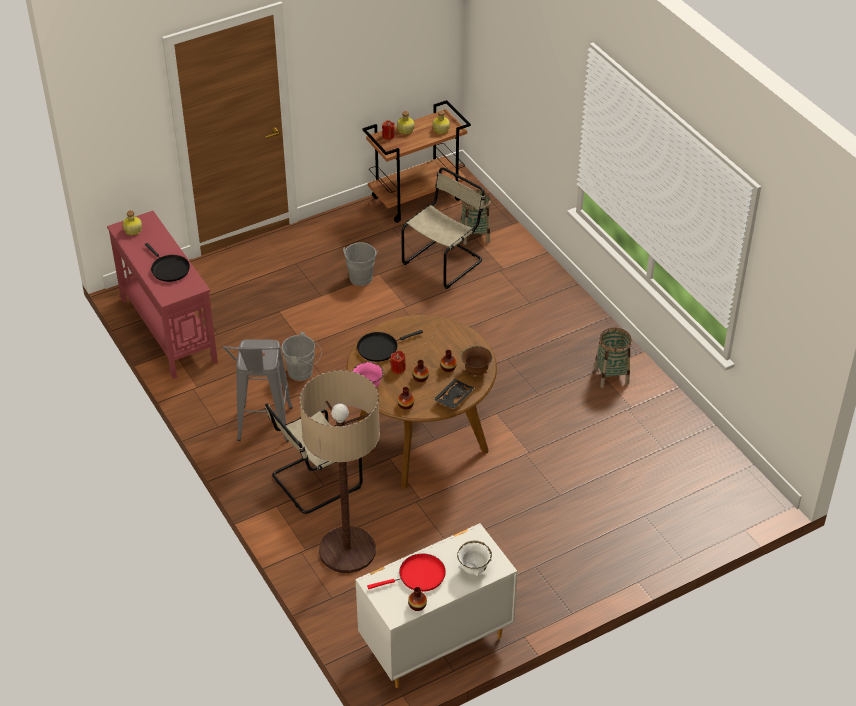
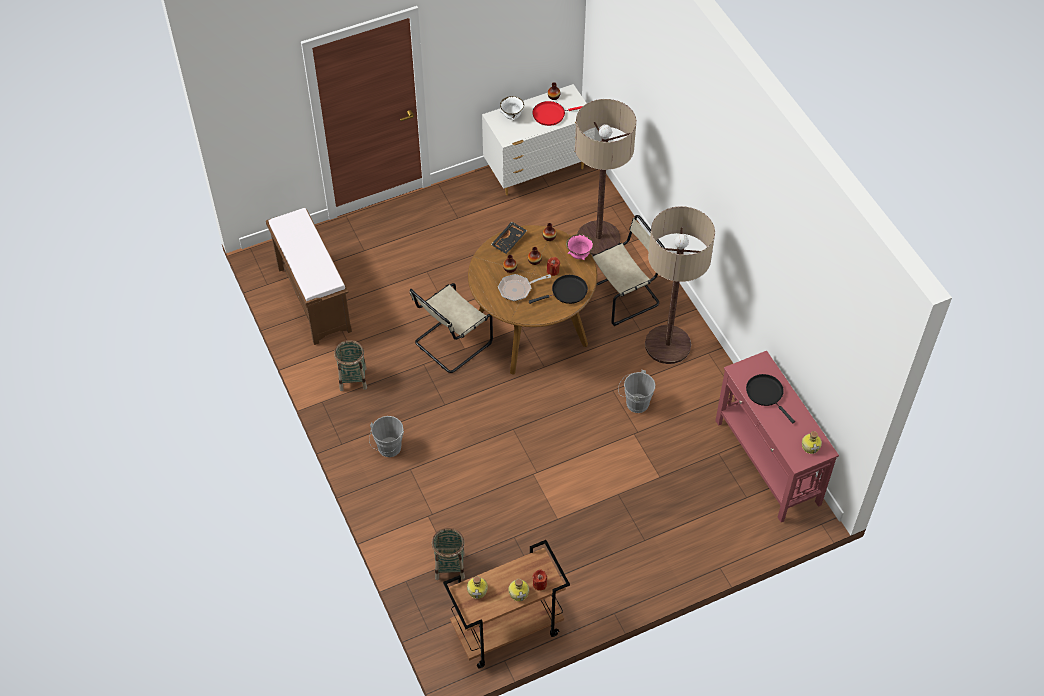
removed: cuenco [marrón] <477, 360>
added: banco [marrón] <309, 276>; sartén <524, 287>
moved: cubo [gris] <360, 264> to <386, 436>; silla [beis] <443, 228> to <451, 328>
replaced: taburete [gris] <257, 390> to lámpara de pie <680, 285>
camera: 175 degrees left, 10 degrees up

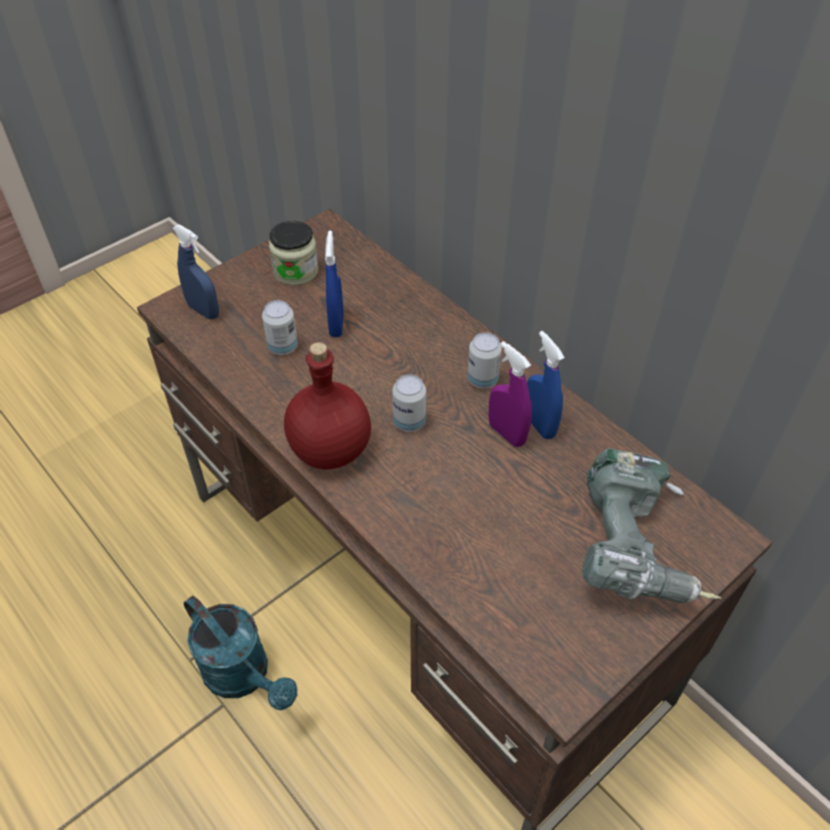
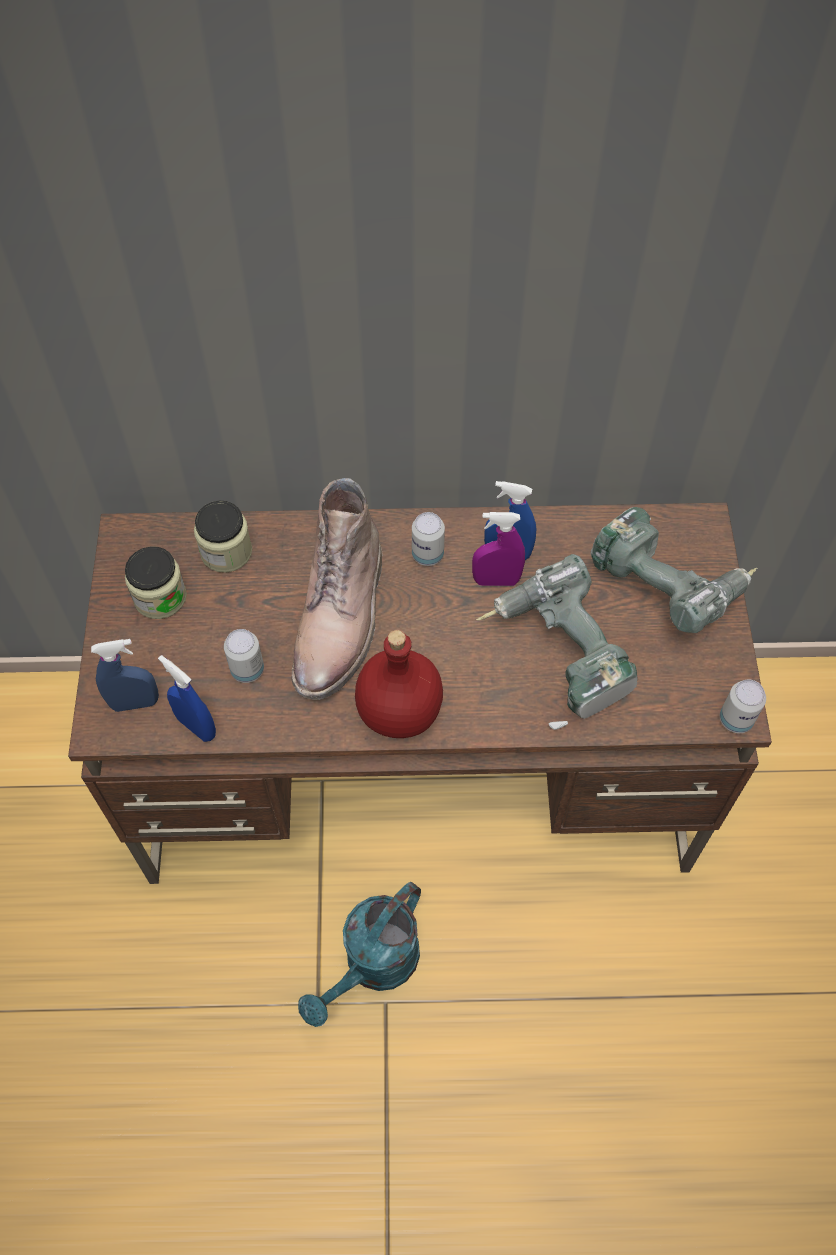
added: tarro <223, 537>; bota [marrón] <337, 589>; taladro <557, 642>
moved: pulverizador [azul] <334, 284> to <187, 698>; lata <409, 403> to <743, 706>
turned: regadera [turquesa] <240, 653> = <359, 954> 135 degrees clockwise
camera: 50 degrees left, 10 degrees up

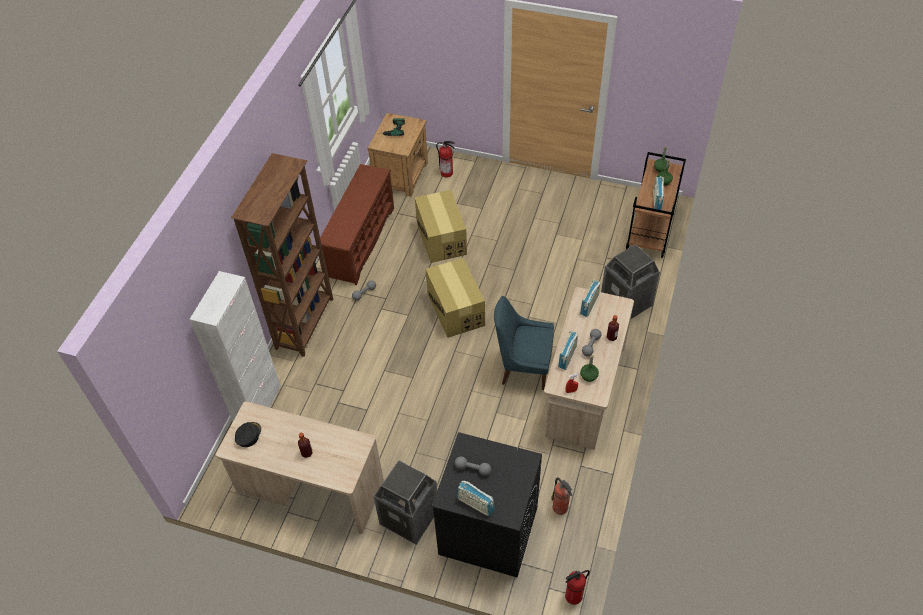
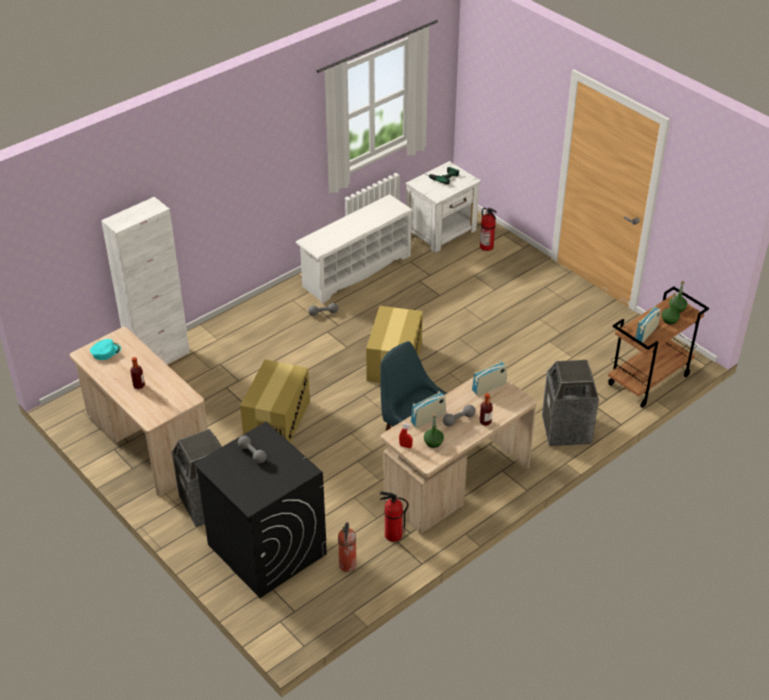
removed: estantería [marrón] <282, 255>; radio <476, 499>
moved: caja de cartón <441, 226> to <275, 401>; extintor <577, 587> to <394, 517>
recoloured: gorra [negro] <248, 434> to gorra [turquesa] <105, 349>; zapatero [marrón] <357, 224> to zapatero [blanco] <354, 249>; mesita de noche [marrón] <397, 155> to mesita de noche [blanco] <443, 207>
camera: 30 degrees right, 10 degrees down

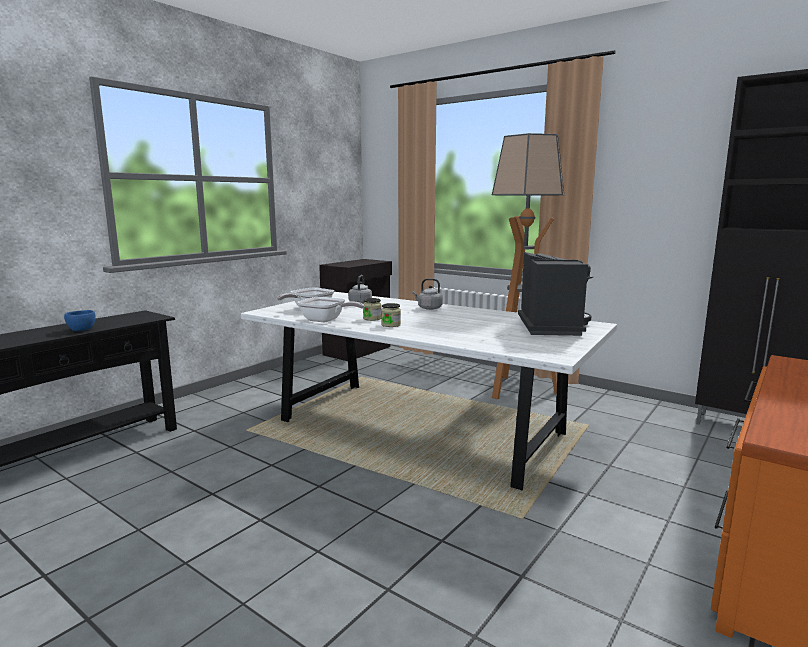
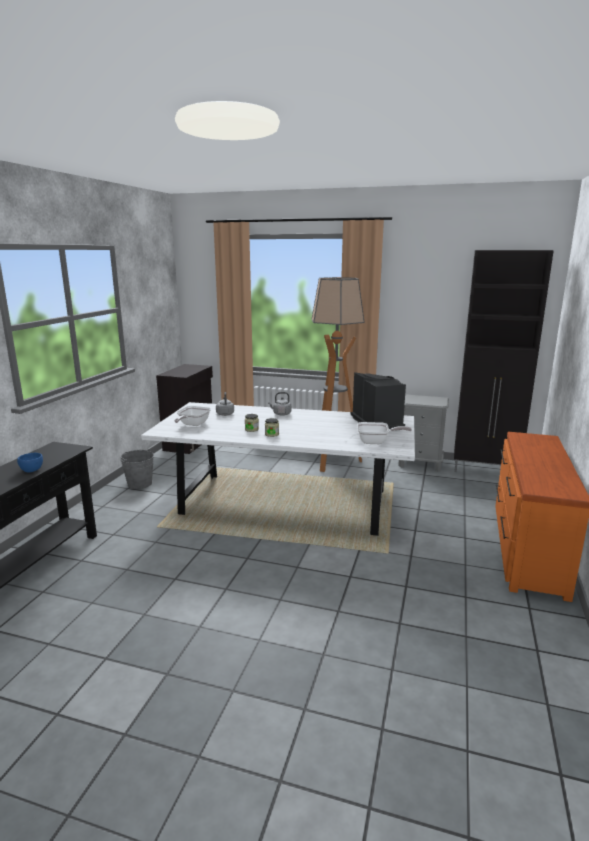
added: cubo [gris] <137, 469>; mesita de noche [gris] <423, 432>
moved: sartén <330, 309> to <384, 433>
camera: 20 degrees left, 5 degrees up

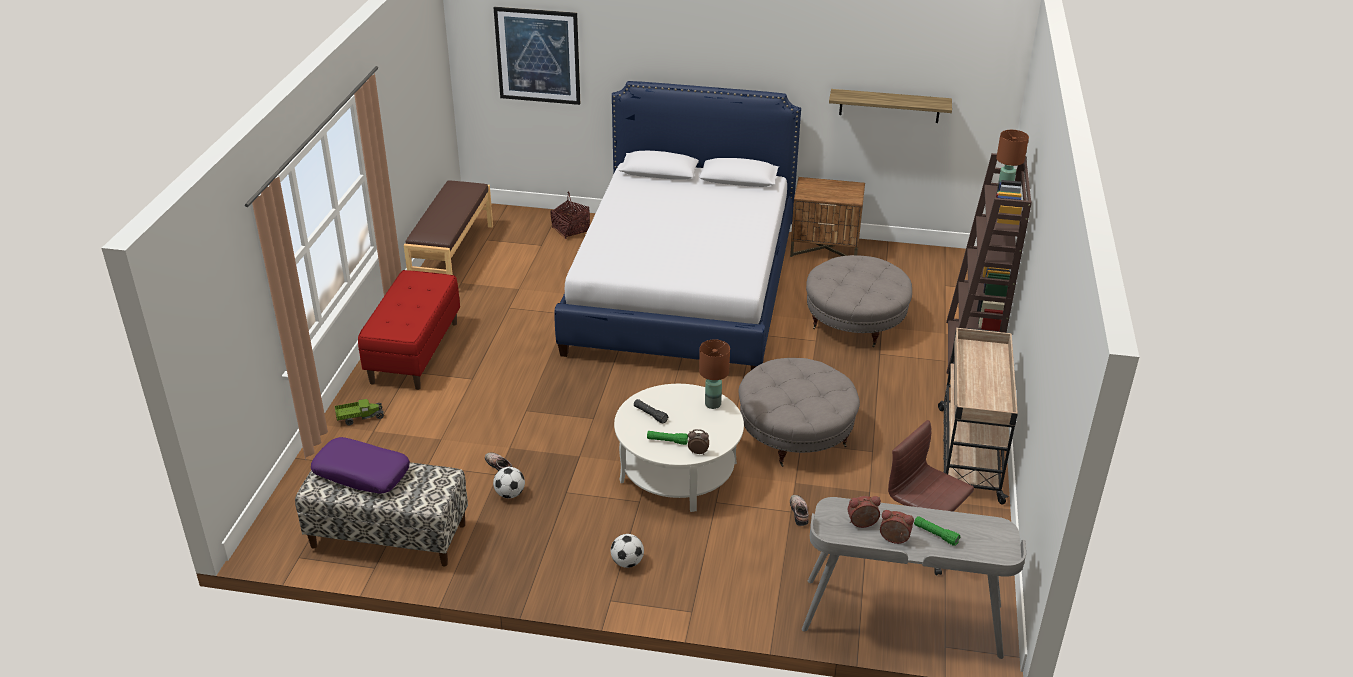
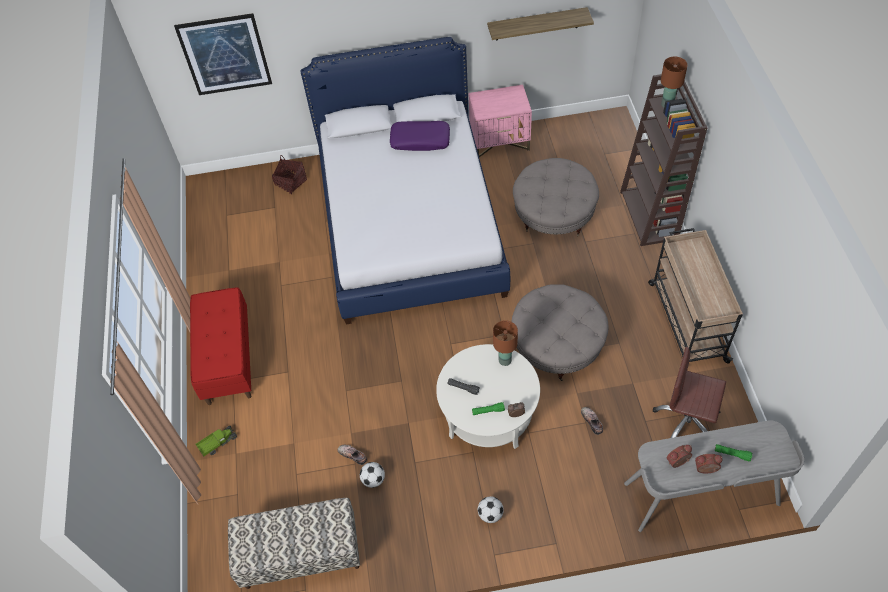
removed: banco [marrón] <448, 227>
moved: cojín [morado] <360, 465> to <420, 136>
recoloured: mesita de noche [marrón] <827, 217> to mesita de noche [rosa] <500, 121>
camera: 15 degrees left, 20 degrees up

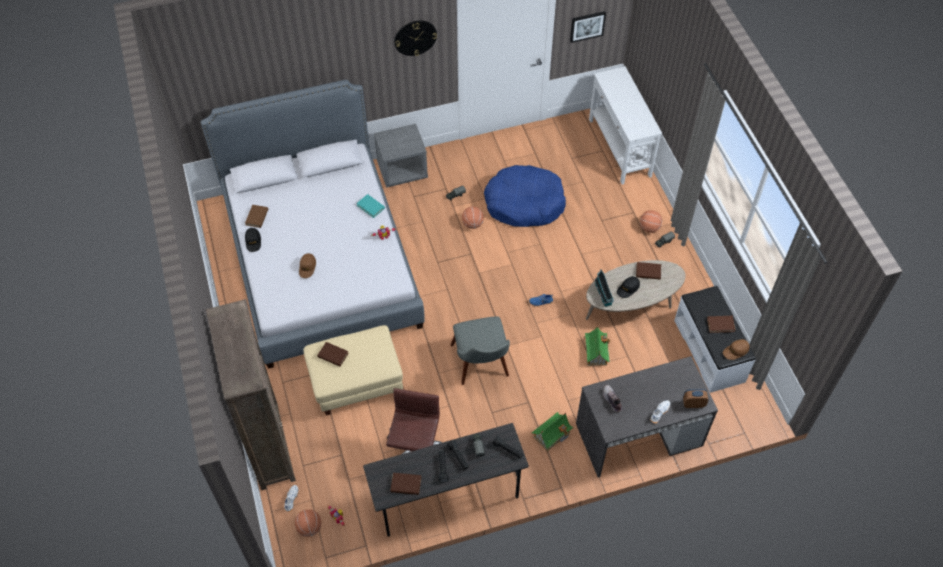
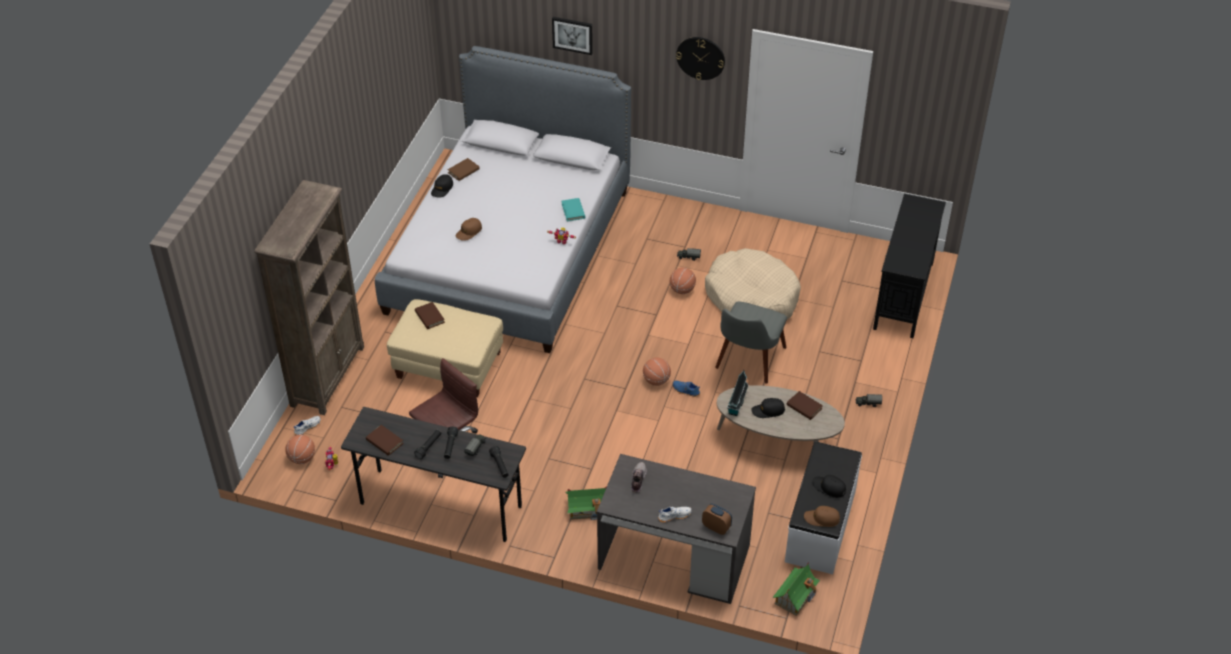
removed: mesita de noche [gris] <401, 156>
moved: silla [gris] <480, 350> to <751, 342>; cuadro <588, 27> to <572, 36>; casita <596, 345> to <796, 589>; balón de baloncesto <651, 221> to <657, 371>
replaced: libro [marrón] <721, 324> to gorra [negro] <829, 486>
recoloured: cama para perro [azul] <525, 196> to cama para perro [beis] <753, 284>; mesa consola [blanco] <625, 125> to mesa consola [negro] <909, 266>
camera: 35 degrees right, 10 degrees down

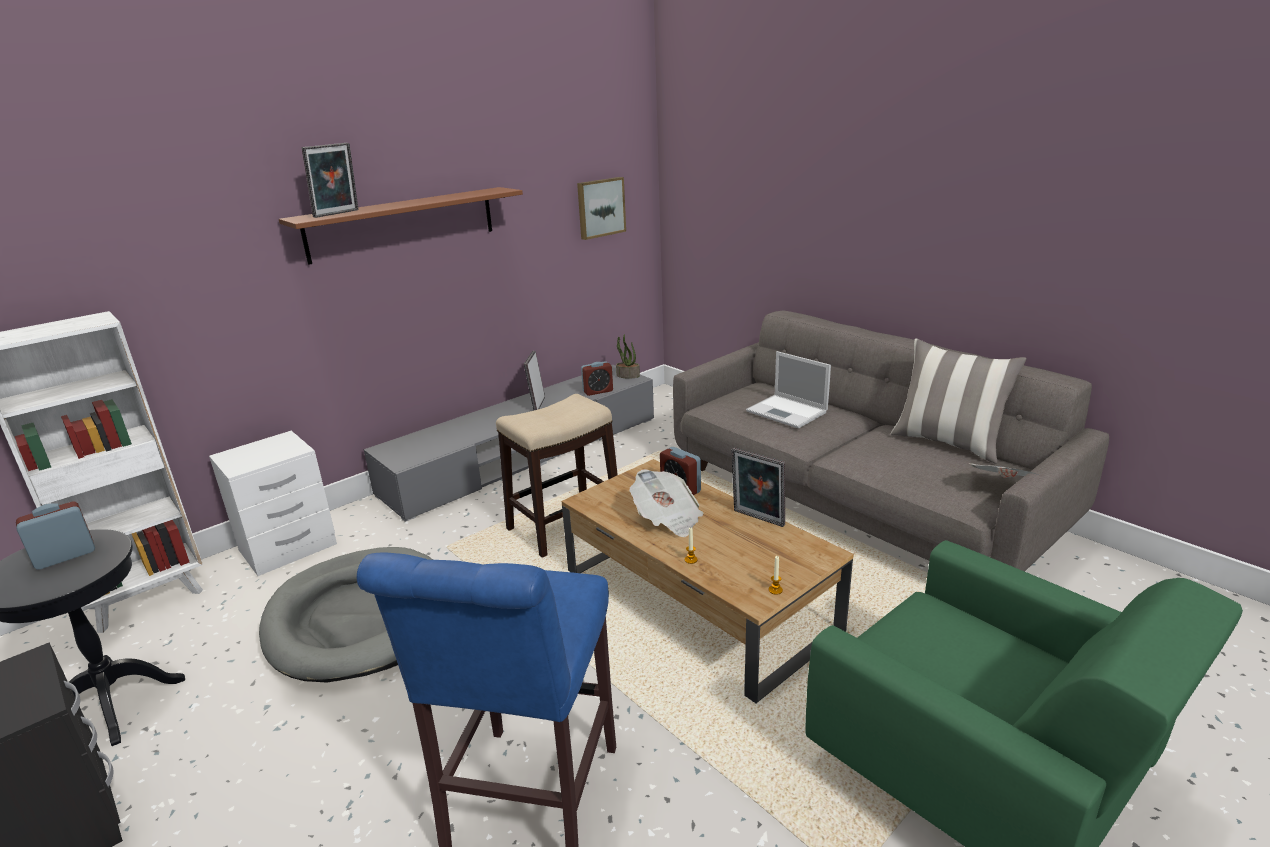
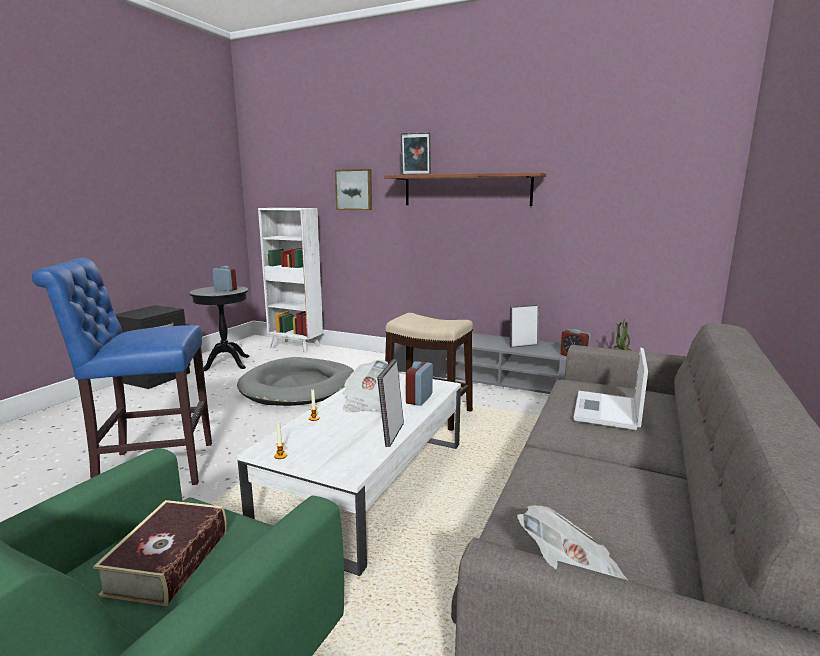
removed: mesita de noche [blanco] <273, 503>; cojín <958, 401>
added: libro <160, 553>
moved: cuadro <601, 208> to <353, 189>
recoloured: mesa de centro [marrón] <707, 581> to mesa de centro [blanco] <349, 475>
camera: 65 degrees right, 10 degrees down

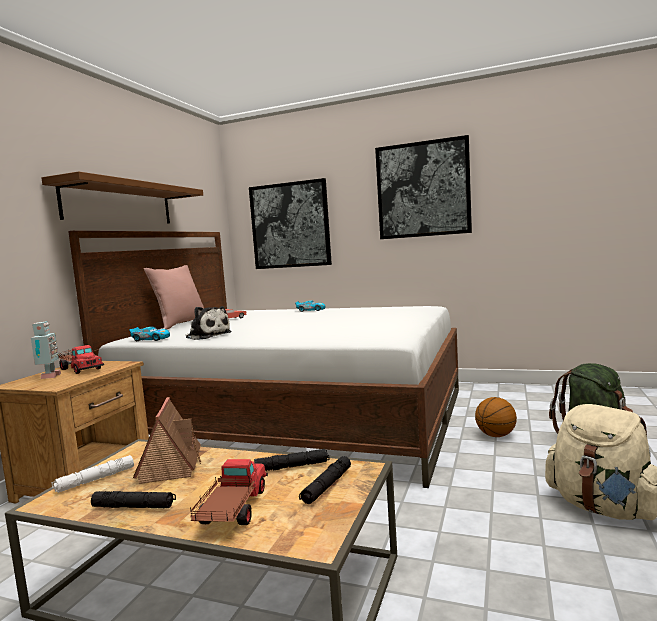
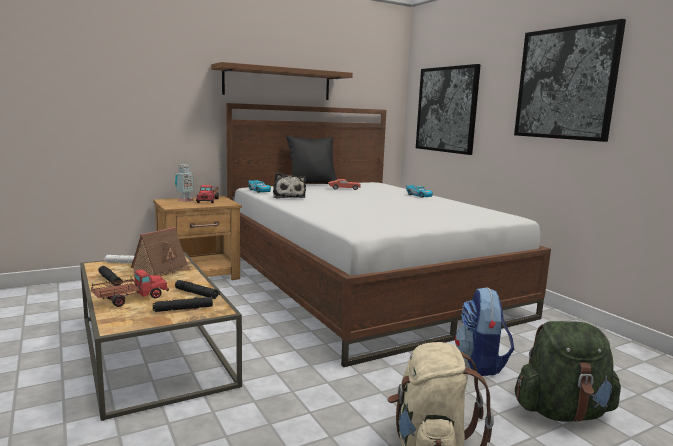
replaced: balón de baloncesto <496, 417> to mochila <484, 331>
recoloured: cojín [rosa] <174, 297> to cojín [negro] <311, 160>
camera: 40 degrees right, 5 degrees up

